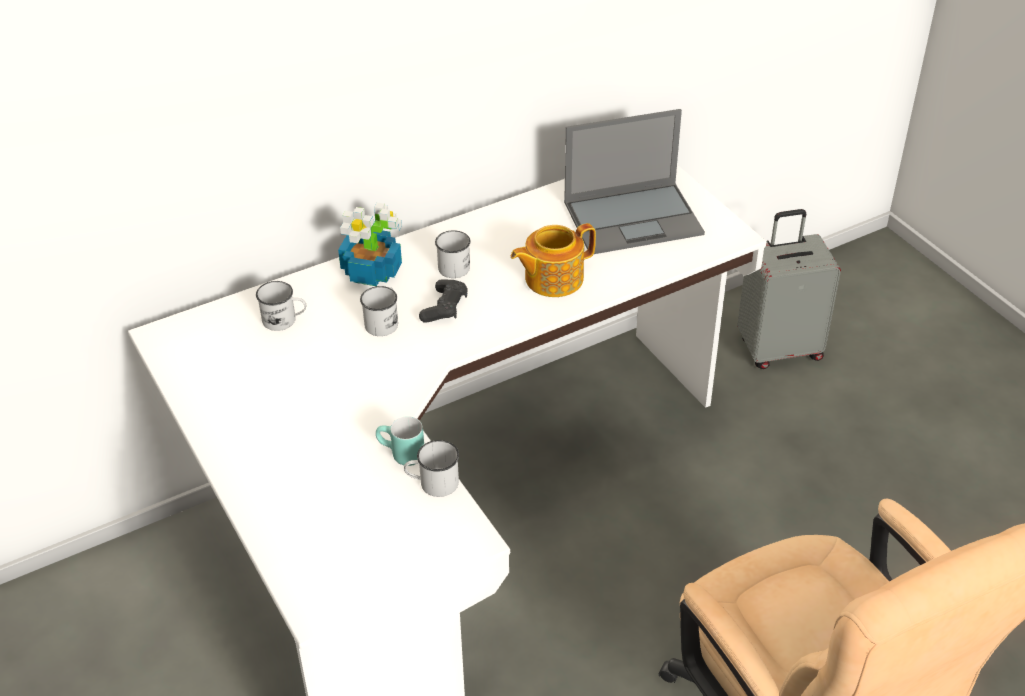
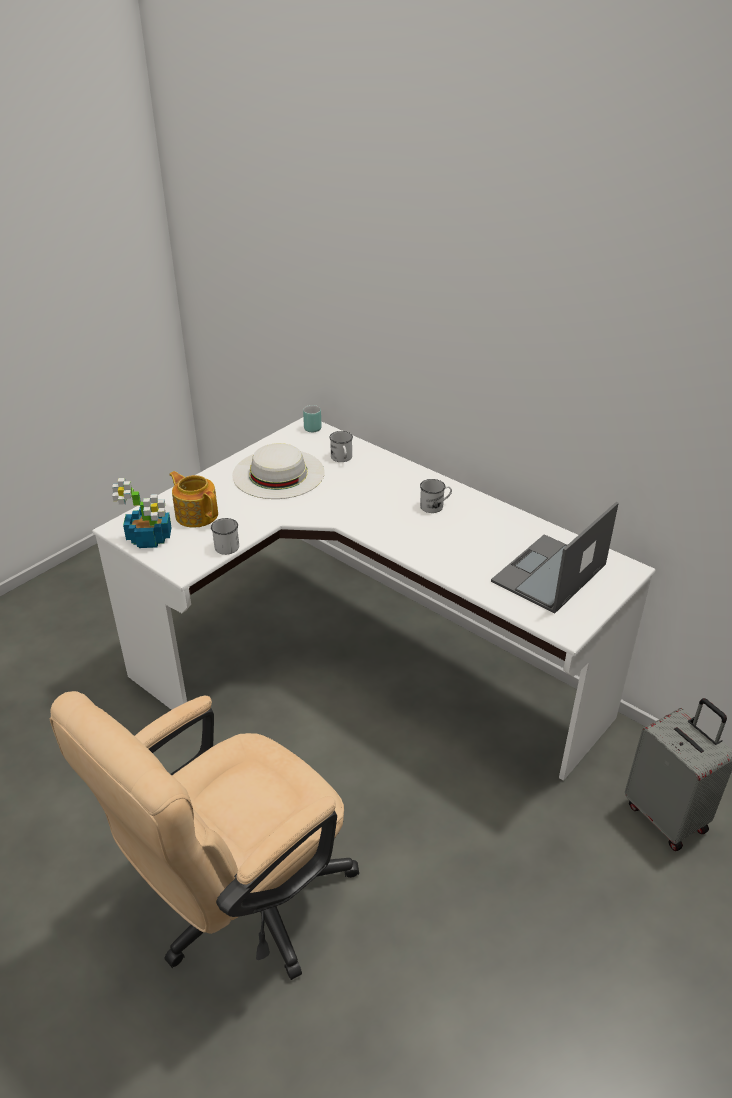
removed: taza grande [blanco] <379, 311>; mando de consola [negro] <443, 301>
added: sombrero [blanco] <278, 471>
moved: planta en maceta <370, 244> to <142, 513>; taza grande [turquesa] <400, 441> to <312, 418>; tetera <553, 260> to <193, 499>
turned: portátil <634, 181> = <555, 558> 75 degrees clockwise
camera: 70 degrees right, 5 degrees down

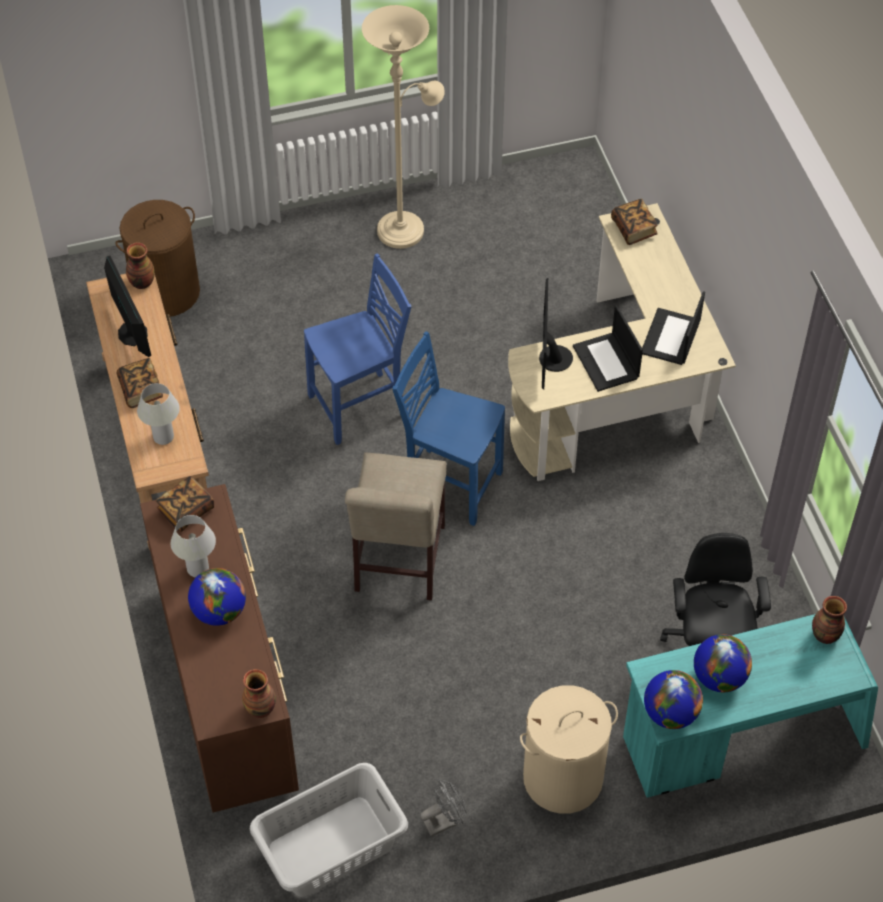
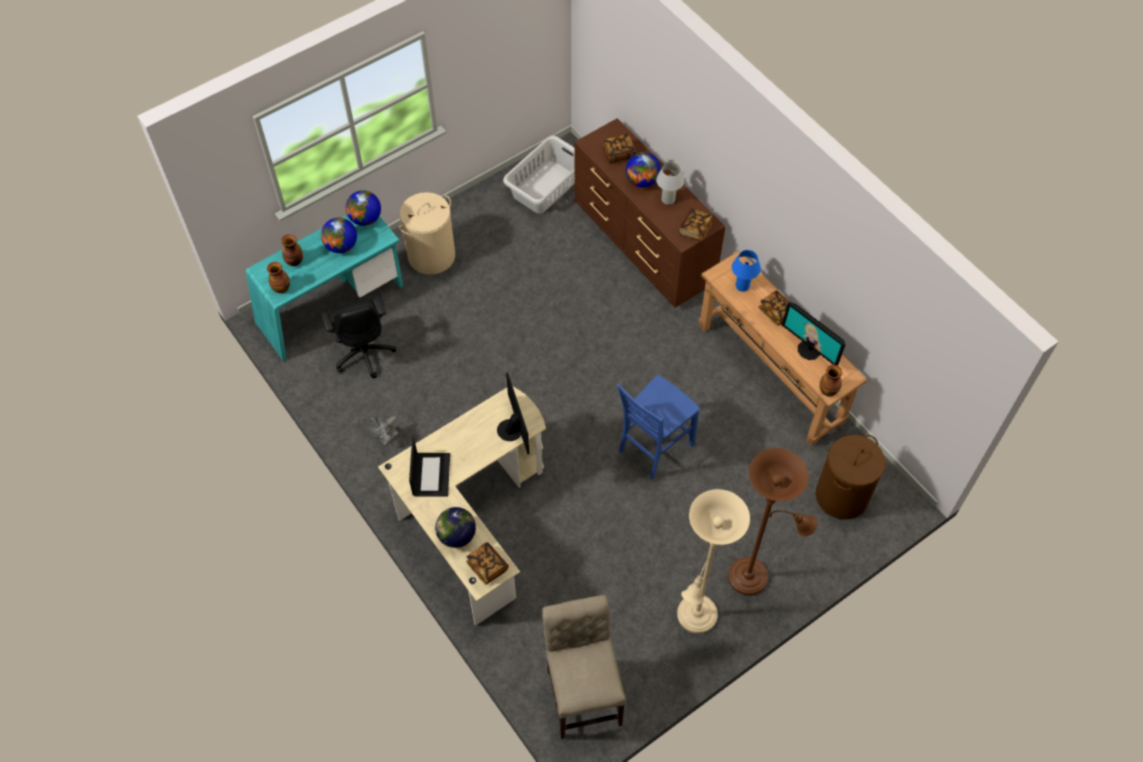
removed: silla [azul] <448, 428>; portátil <608, 348>
added: globo terráqueo <455, 527>; libro <619, 149>; lámpara de pie [marrón] <772, 522>
moved: florero <259, 693> to <292, 250>; silla [beis] <396, 526> to <584, 667>; ventilador [gris] <443, 808> to <383, 430>
recoloured: lámpara de mesa [blanco] <158, 414> to lámpara de mesa [azul] <746, 271>
camera: 160 degrees right, 5 degrees up

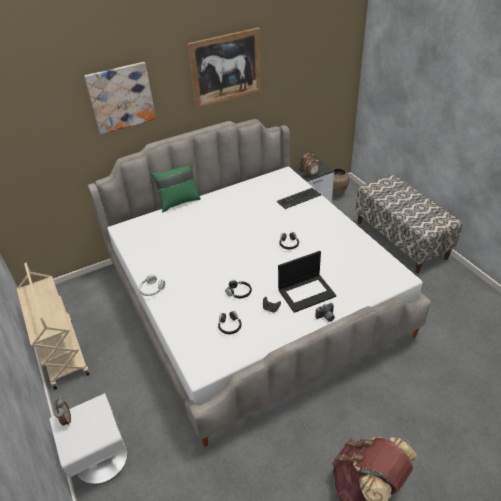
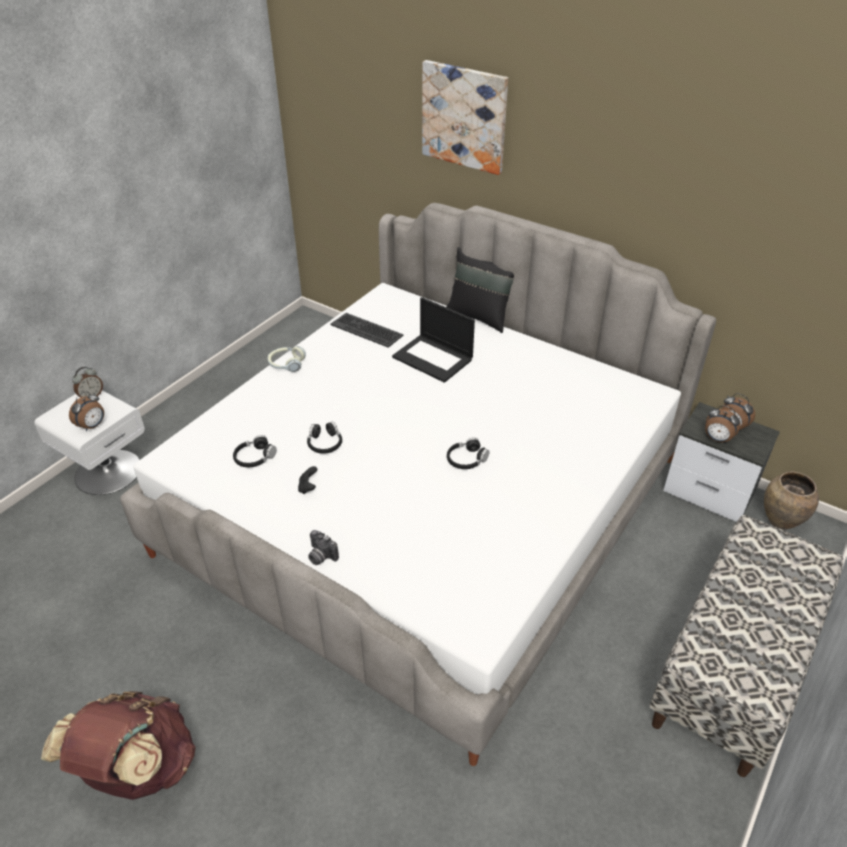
removed: carrito [beis] <53, 326>; cuadro <224, 68>
added: despertador <86, 411>
moved: teclado <299, 198> to <366, 330>; portátil <307, 282> to <433, 340>
recoloured: cojín [verde] <175, 188> to cojín [negro] <480, 290>
camera: 60 degrees right, 0 degrees up

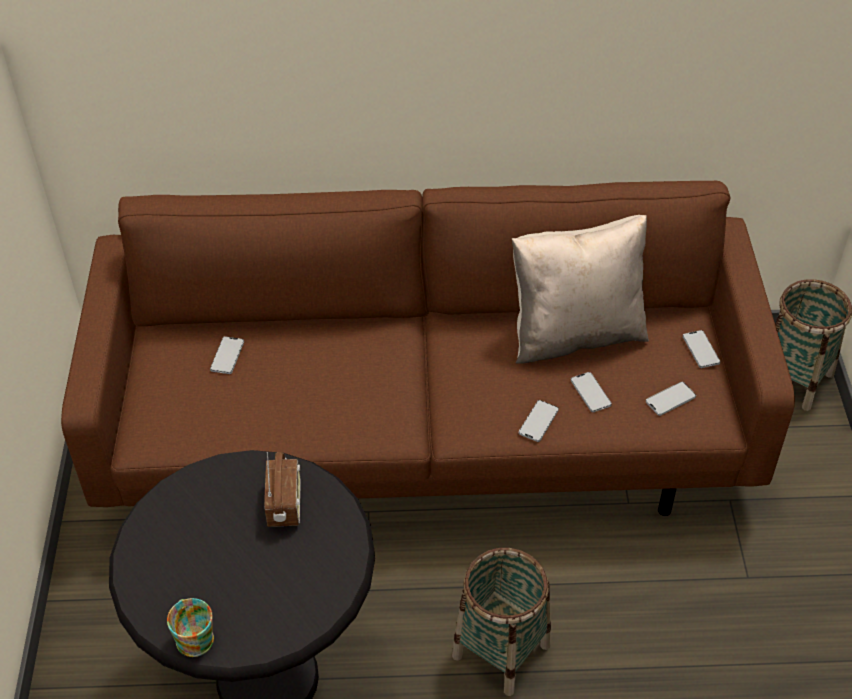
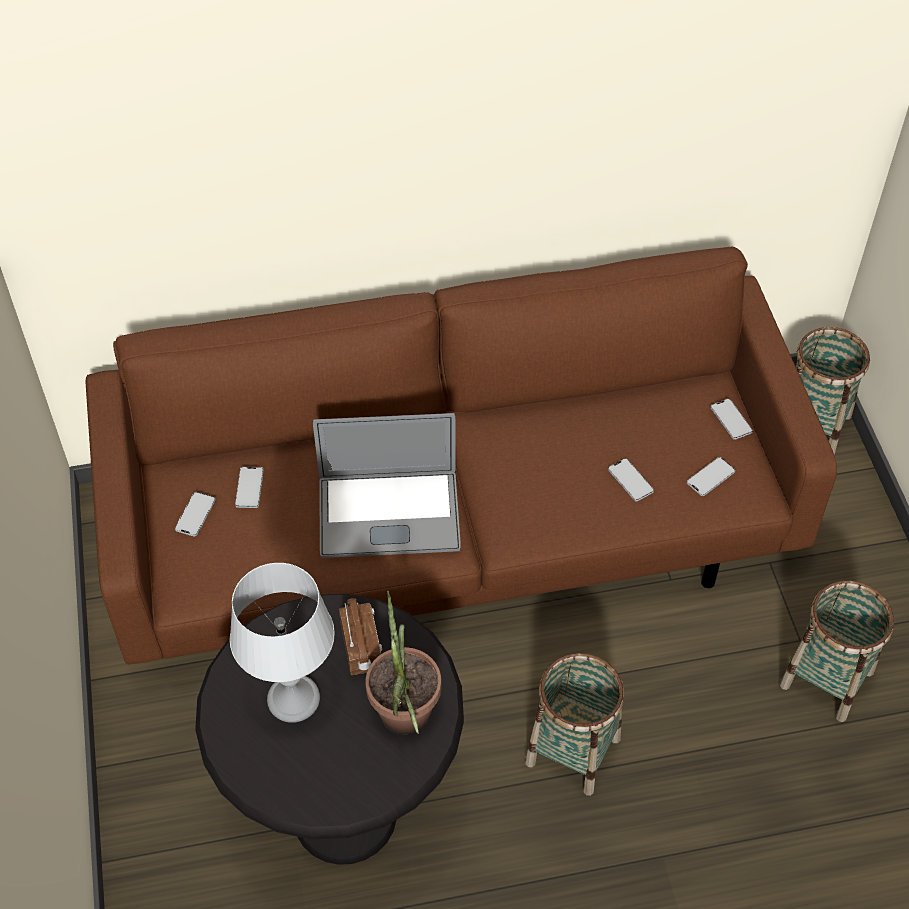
removed: taza grande <190, 627>; cojín [beis] <580, 289>
added: lámpara de mesa [gris] <282, 643>; portátil <387, 485>; planta en maceta <403, 662>; cesta <837, 651>
moved: móvil <539, 421> to <195, 514>
camera: 10 degrees left, 5 degrees up

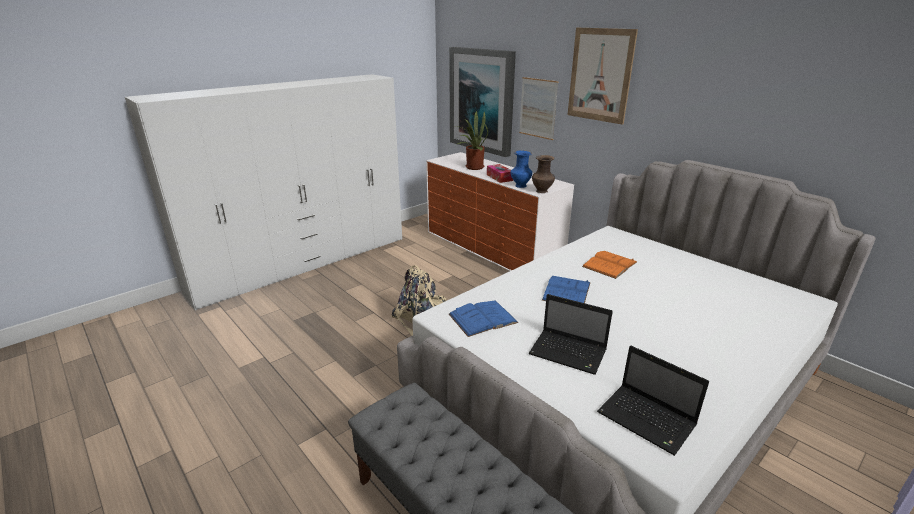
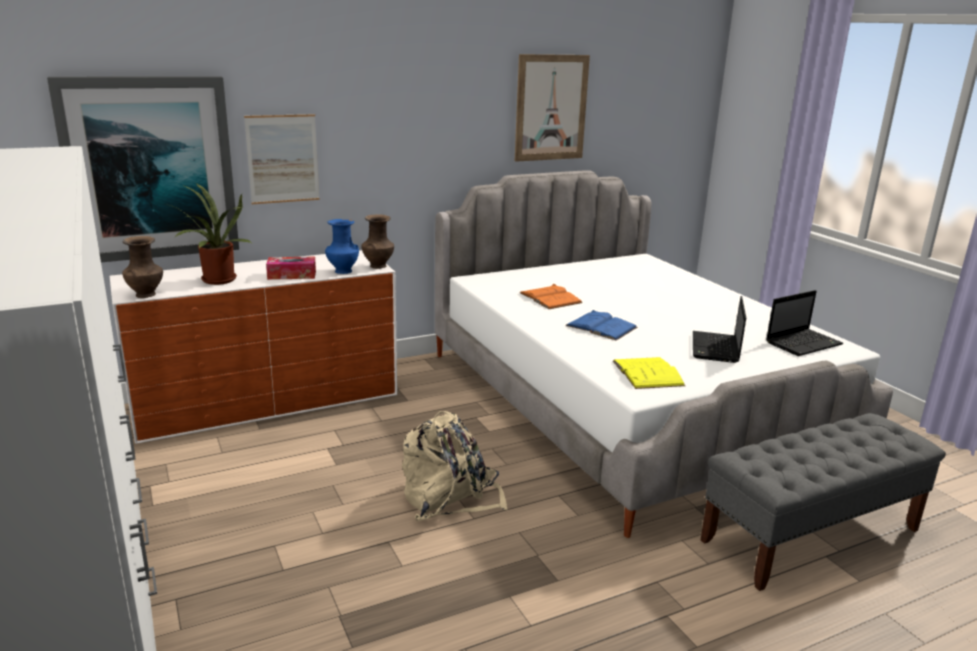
added: florero [marrón] <142, 267>
moved: cuadro <603, 76> to <552, 108>
recoloured: libro [azul] <483, 318> to libro [amarillo] <649, 373>
turned: portátil <571, 334> = <719, 329> 150 degrees clockwise
camera: 75 degrees left, 5 degrees down

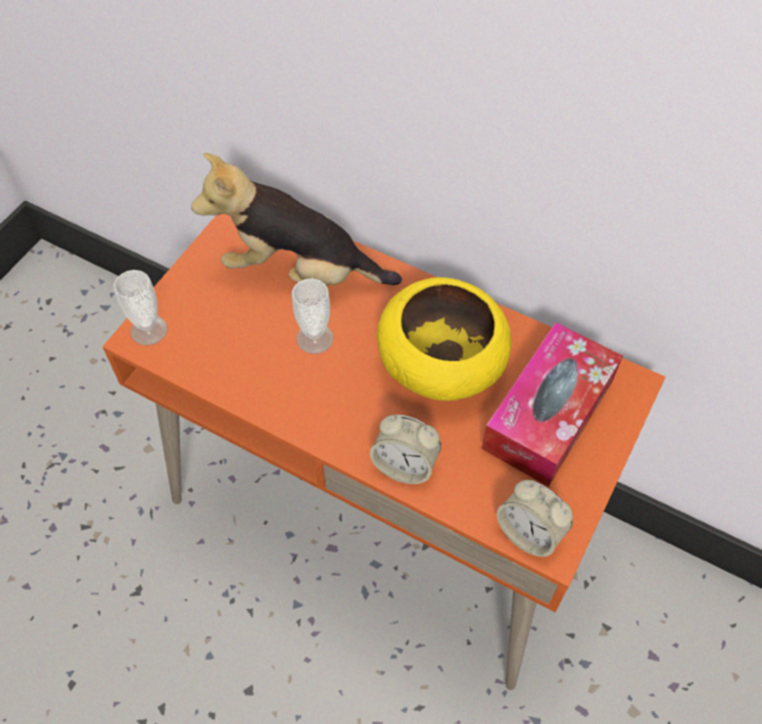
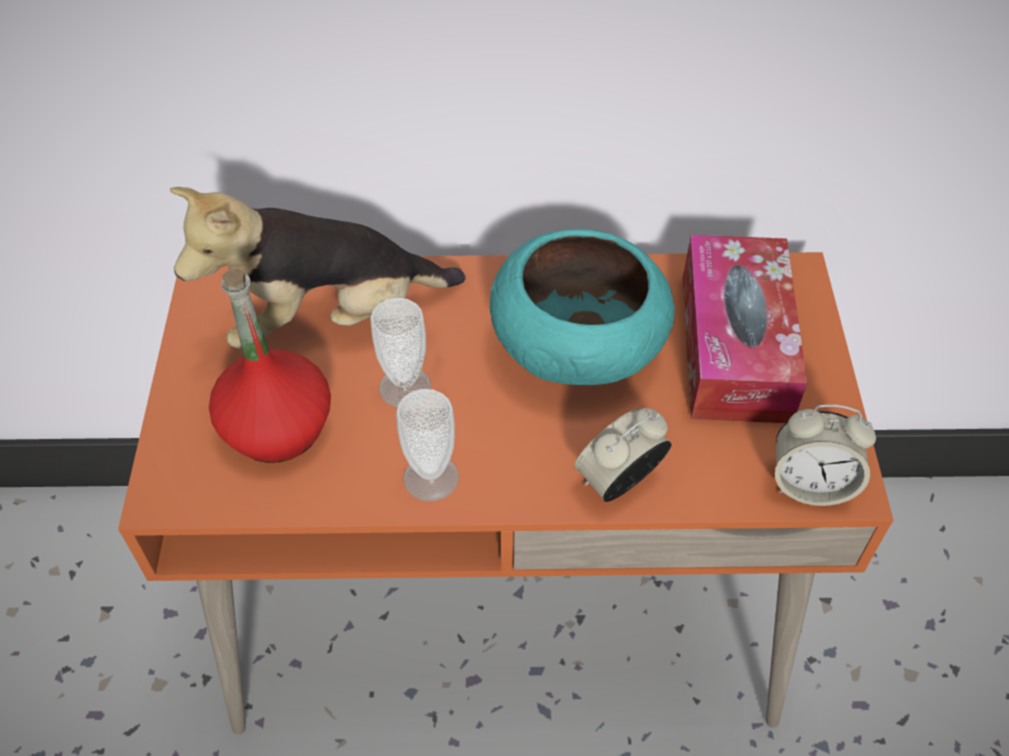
added: botella [rojo] <270, 366>
moved: taza <140, 307> to <427, 445>
recoloured: cuenco [amarillo] <444, 339> to cuenco [turquesa] <582, 307>
turned: despertador <405, 449> = <623, 455> 150 degrees clockwise
camera: 30 degrees left, 5 degrees down

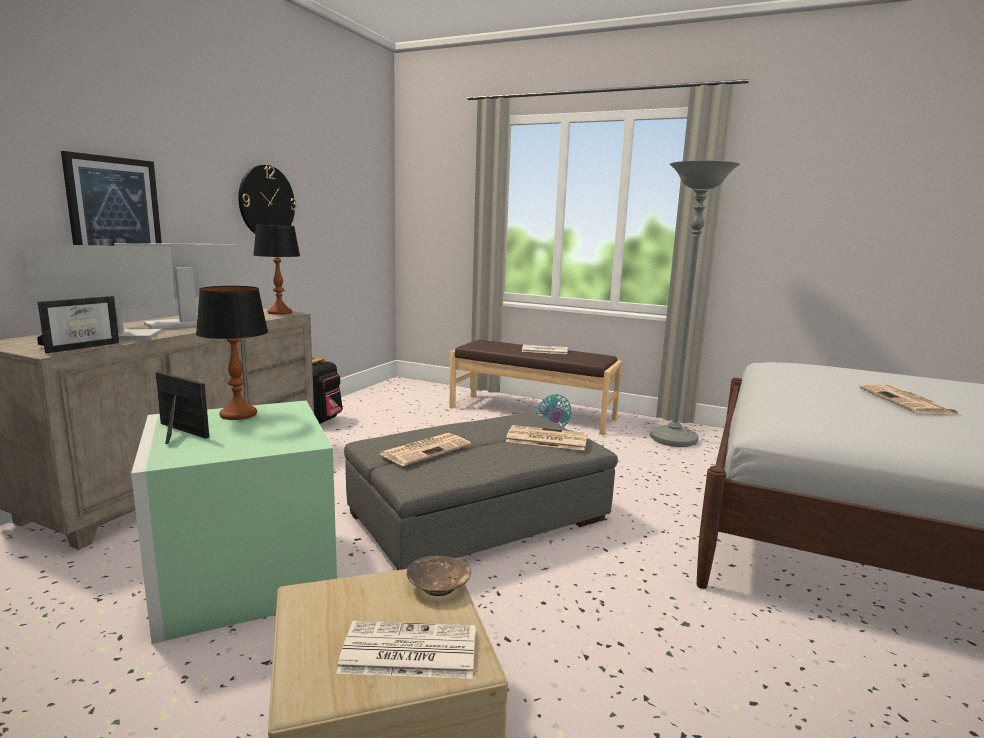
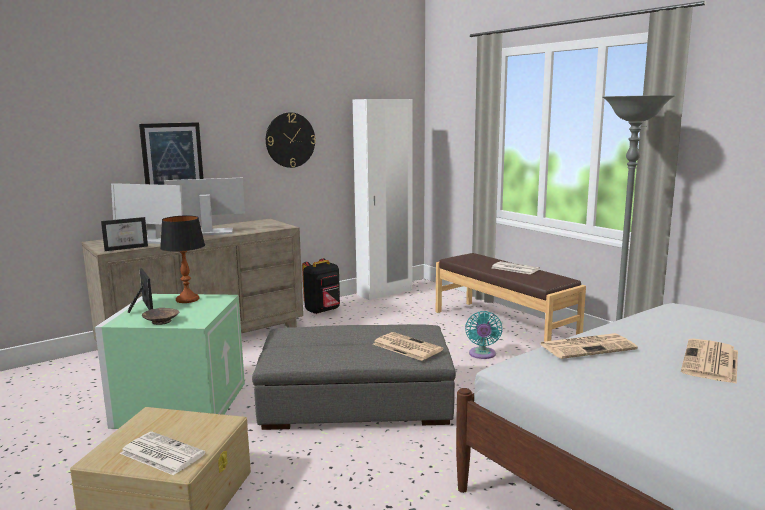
removed: lámpara de mesa <276, 270>
added: armario ropero [blanco] <383, 199>
moved: periódico <425, 449> to <589, 346>; cuenco [marrón] <439, 576> to <161, 316>
camera: 30 degrees right, 0 degrees up

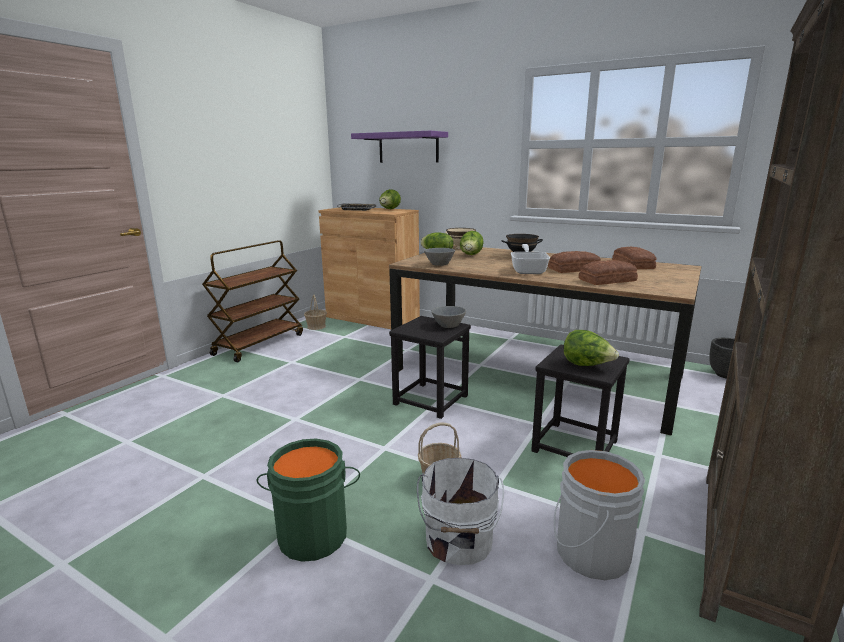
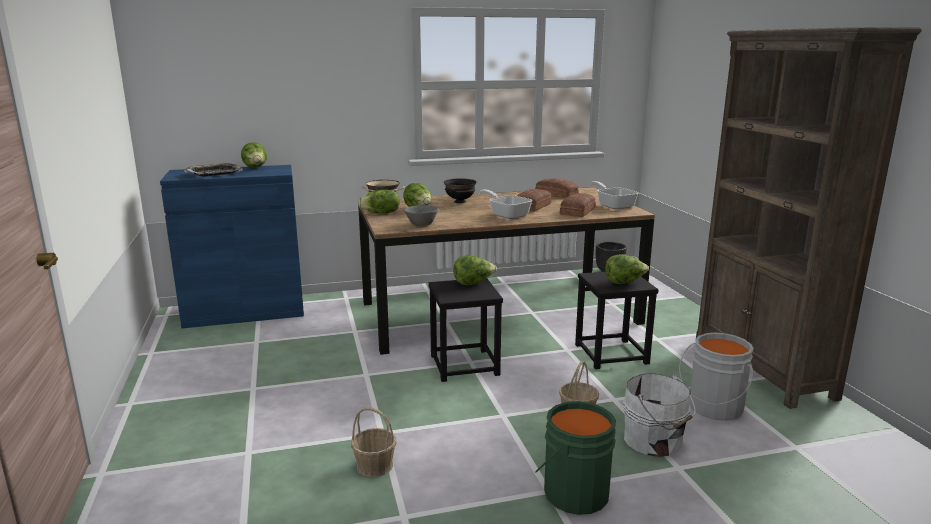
removed: carrito [marrón] <252, 301>; estante [morado] <399, 147>
added: sartén <614, 195>
moved: cesta <315, 312> to <374, 442>
replaced: cuenco [gris] <449, 317> to lechuga <475, 270>
recoloured: armario [marrón] <369, 268> to armario [azul] <232, 246>
camera: 45 degrees left, 0 degrees up

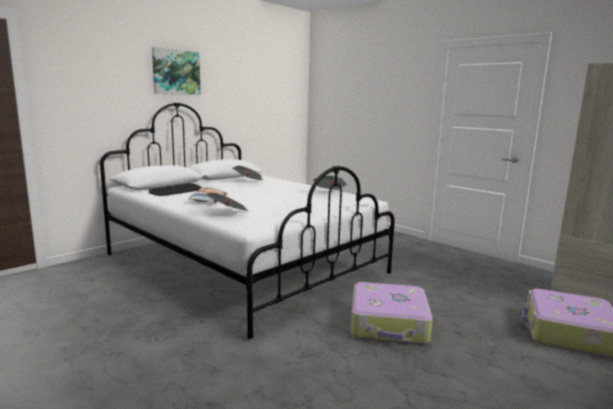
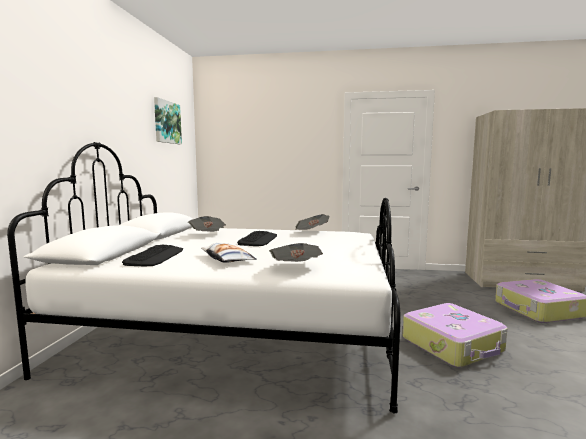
added: teclado <257, 238>
moved: cuadro <176, 71> to <168, 120>
camera: 35 degrees left, 5 degrees down

